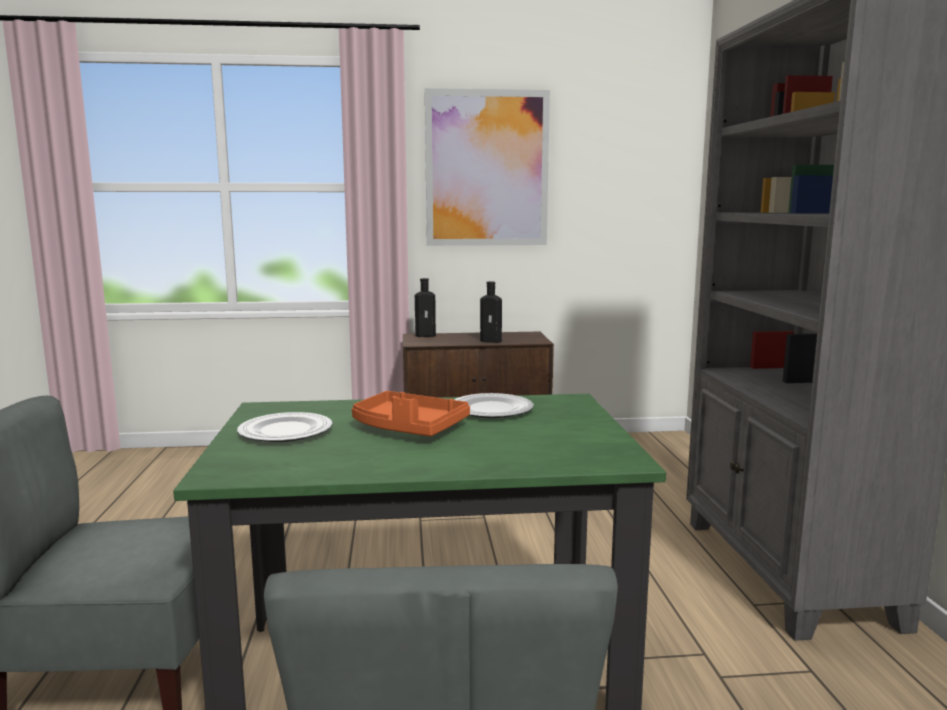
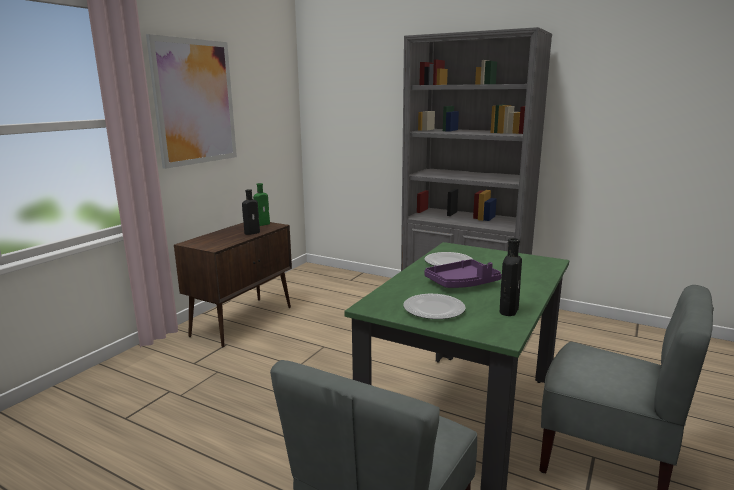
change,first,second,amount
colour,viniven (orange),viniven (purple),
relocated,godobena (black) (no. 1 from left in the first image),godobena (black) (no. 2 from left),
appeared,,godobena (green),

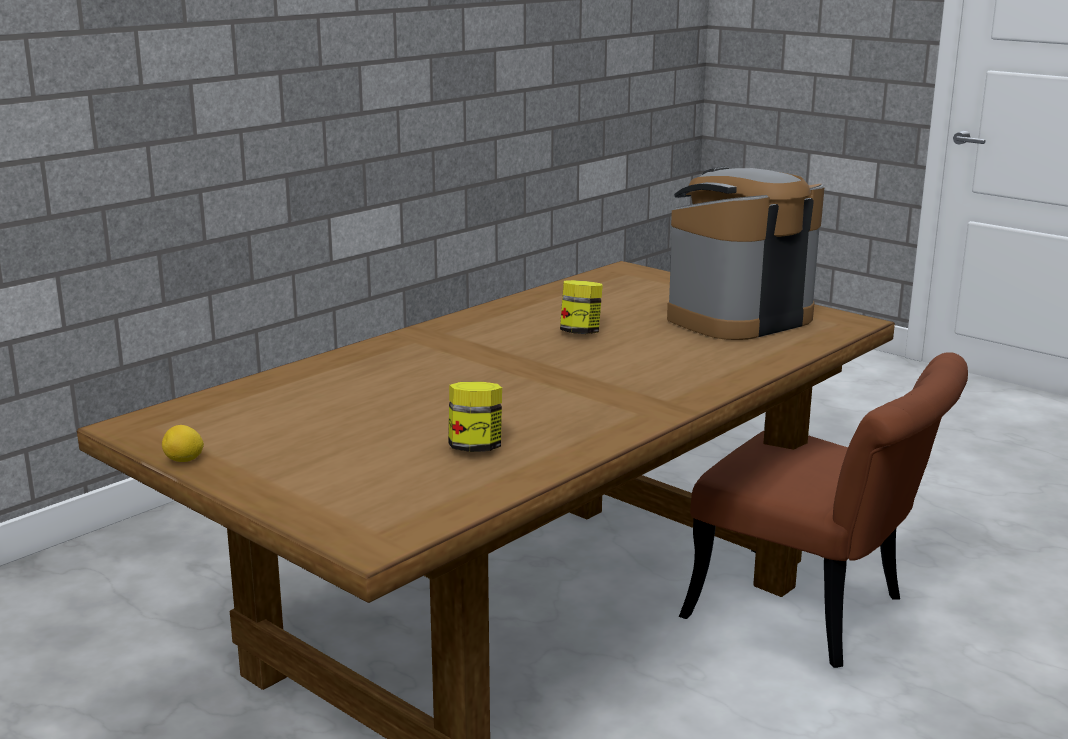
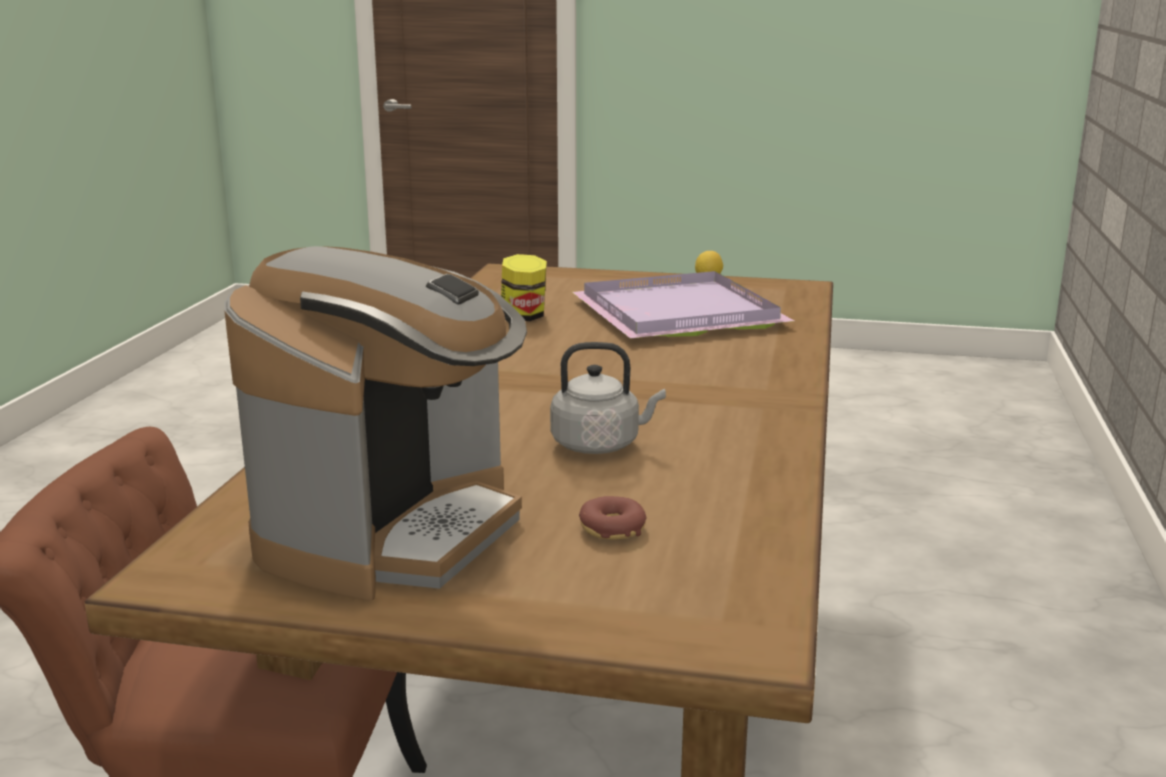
change,first,second,amount
exchanged,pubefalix (no. 2 from left),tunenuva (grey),
appeared,,viniven (purple),
appeared,,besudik,

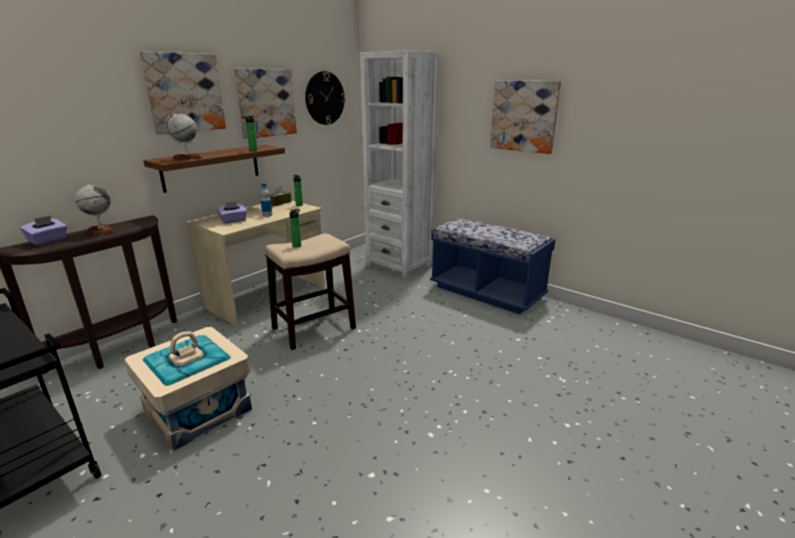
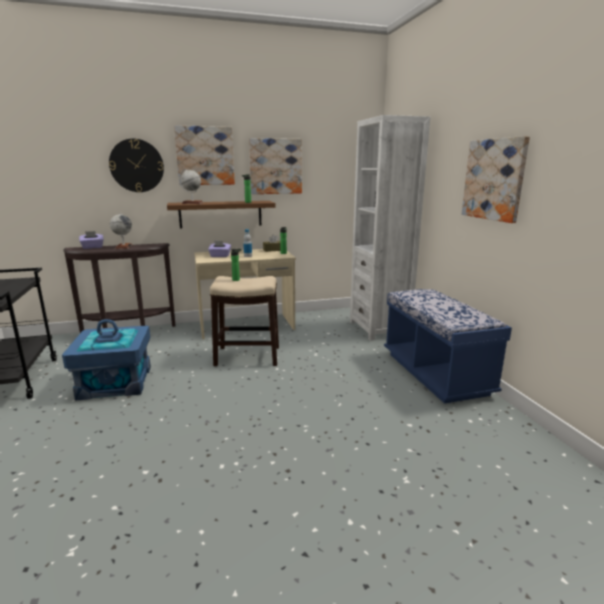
change,first,second,amount
colour,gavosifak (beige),gavosifak (blue),
relocated,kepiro,,

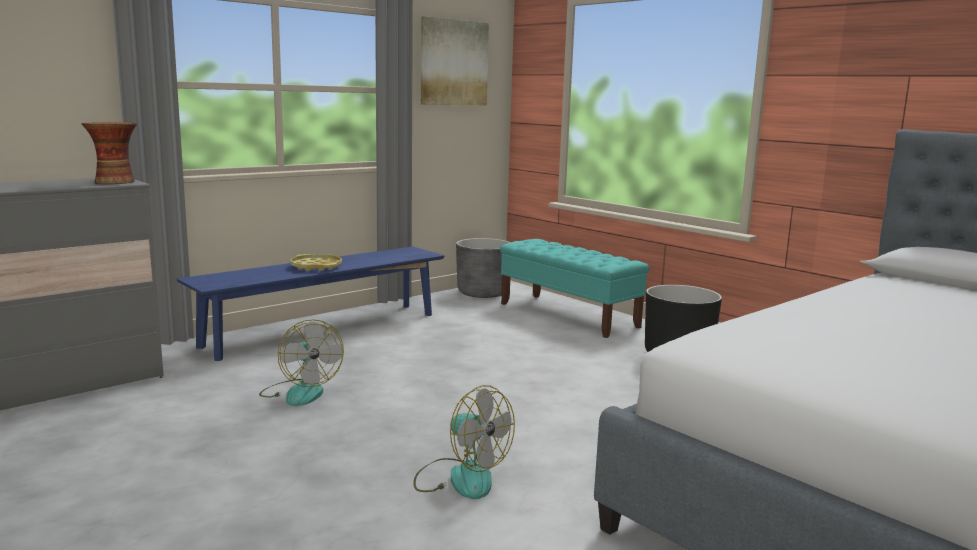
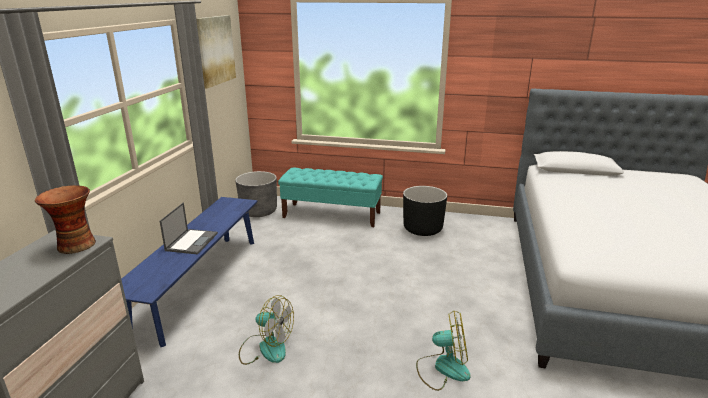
change,first,second,amount
exchanged,viniven (yellow),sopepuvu,

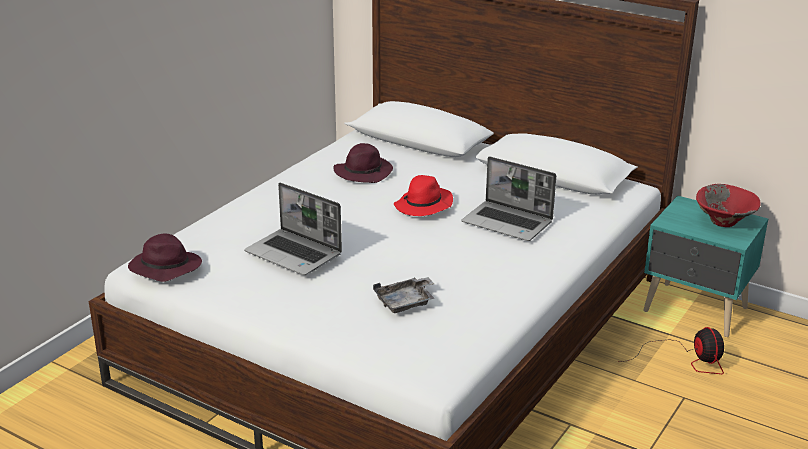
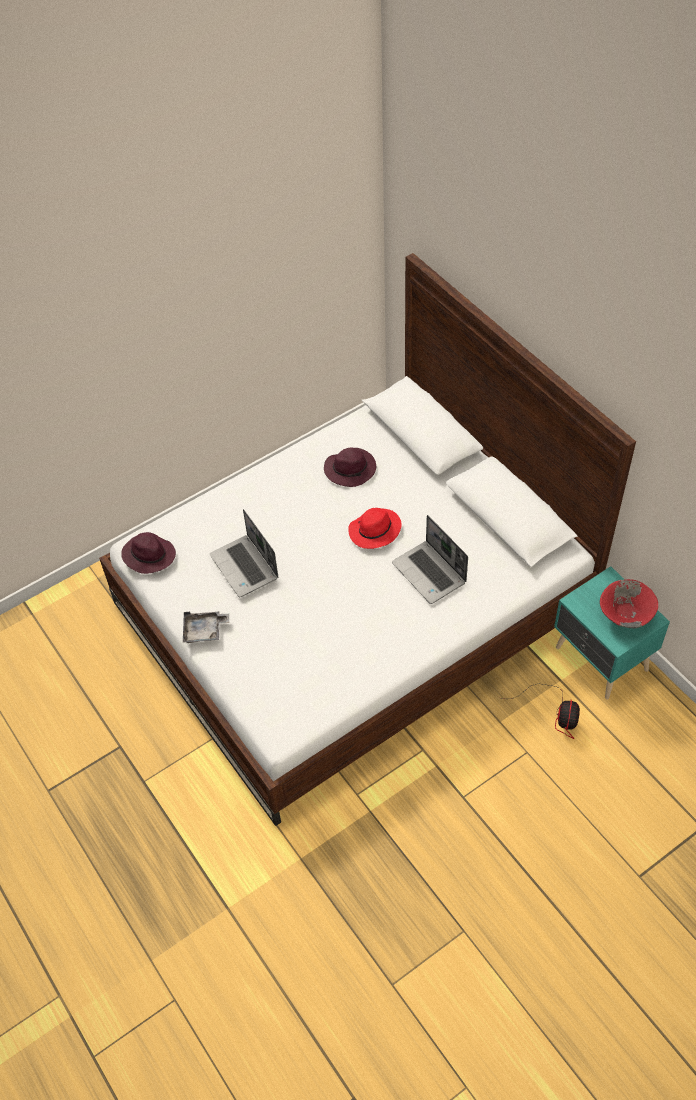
change,first,second,amount
relocated,viniven (grey),,

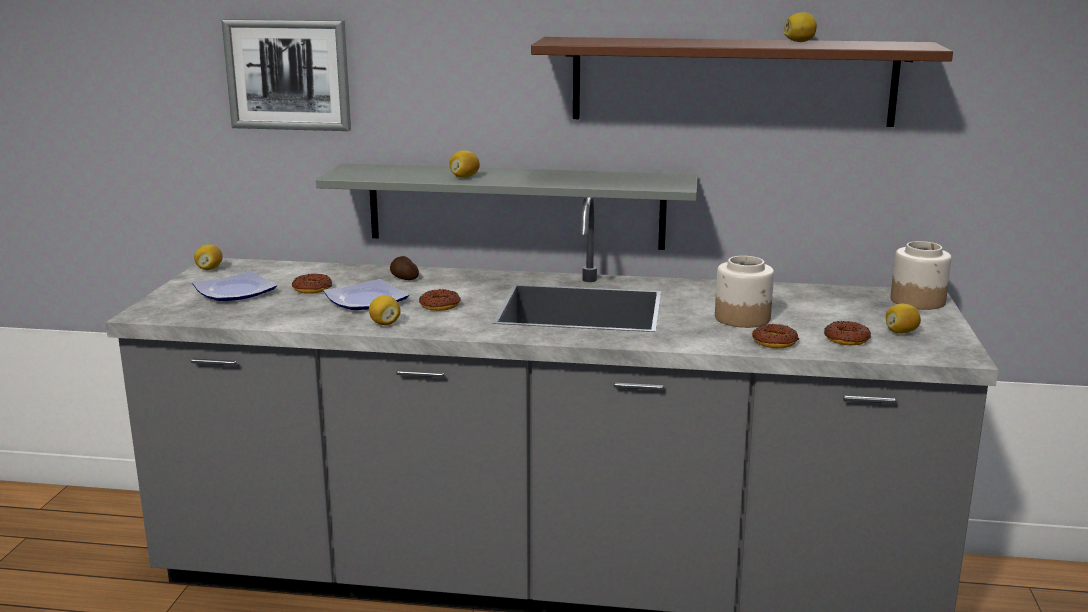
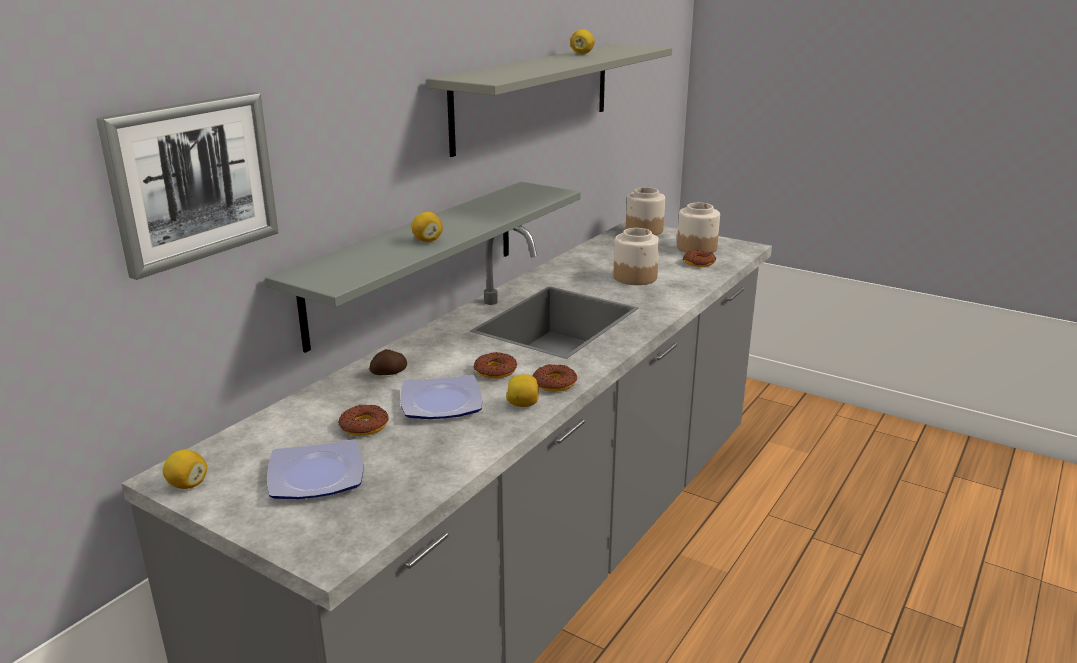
change,first,second,amount
colour,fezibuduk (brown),fezibuduk (grey) (no. 2 from left),
relocated,besudik (no. 3 from left),,
exchanged,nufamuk (no. 5 from left),pubefalix (no. 3 from left),

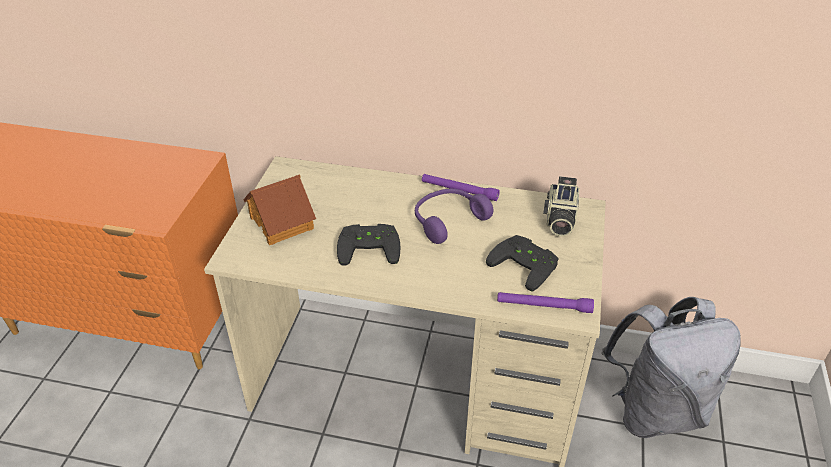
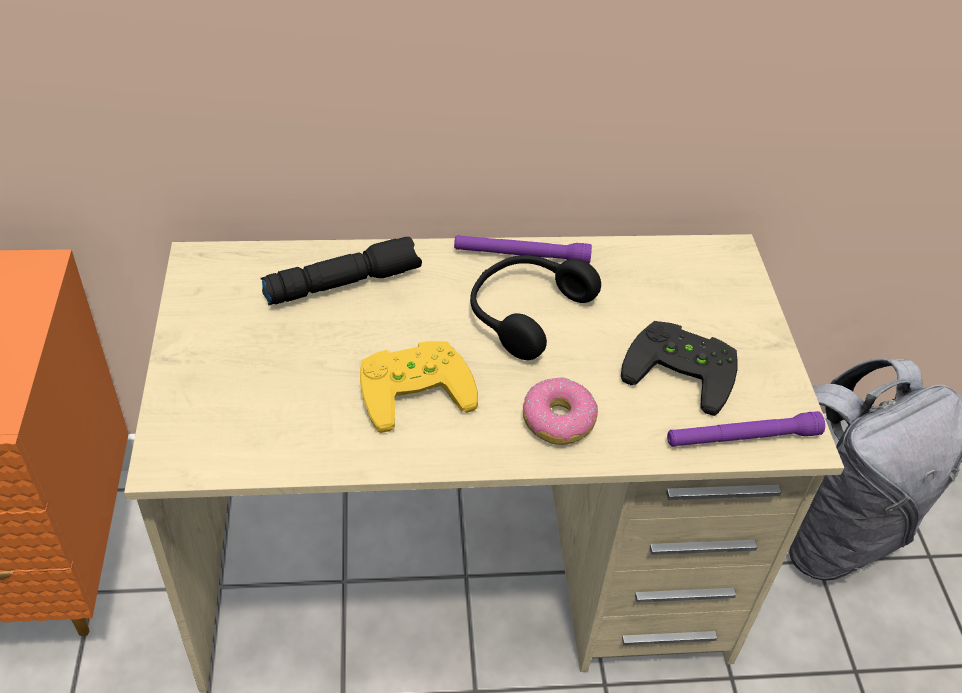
change,first,second,amount
missing,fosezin,,
colour,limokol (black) (no. 1 from left),limokol (yellow),
colour,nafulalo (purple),nafulalo (black),
missing,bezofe,,
appeared,,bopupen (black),
appeared,,besudik,

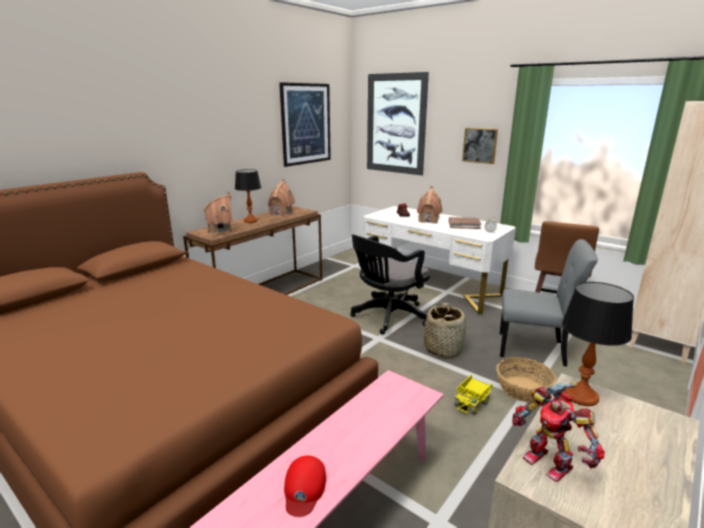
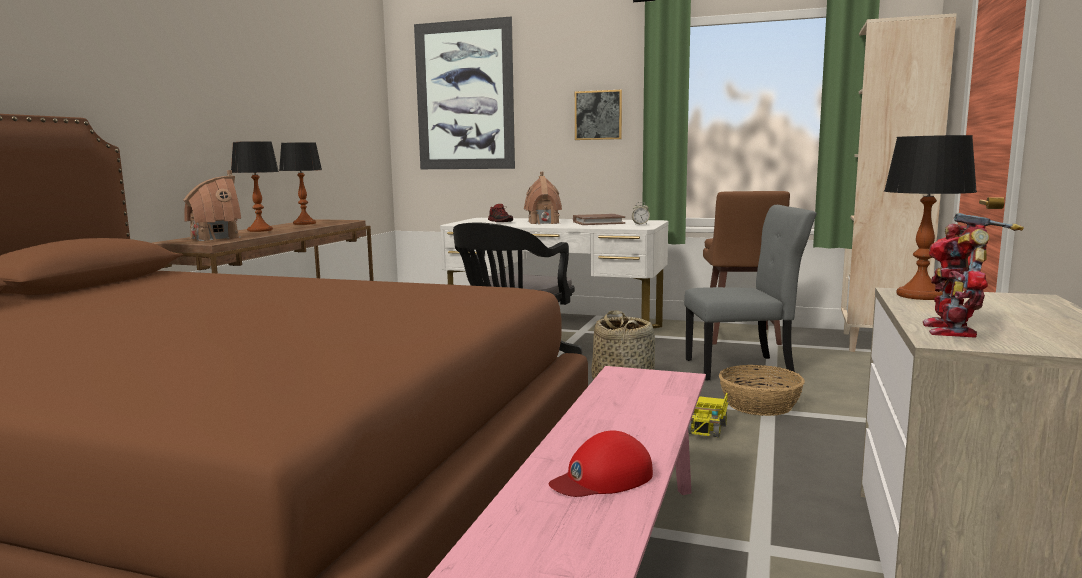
change,first,second,amount
exchanged,fosezin (no. 2 from left),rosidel (no. 2 from left),
missing,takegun (no. 1 from left),,
spun,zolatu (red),,75 degrees clockwise
spun,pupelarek,,75 degrees clockwise

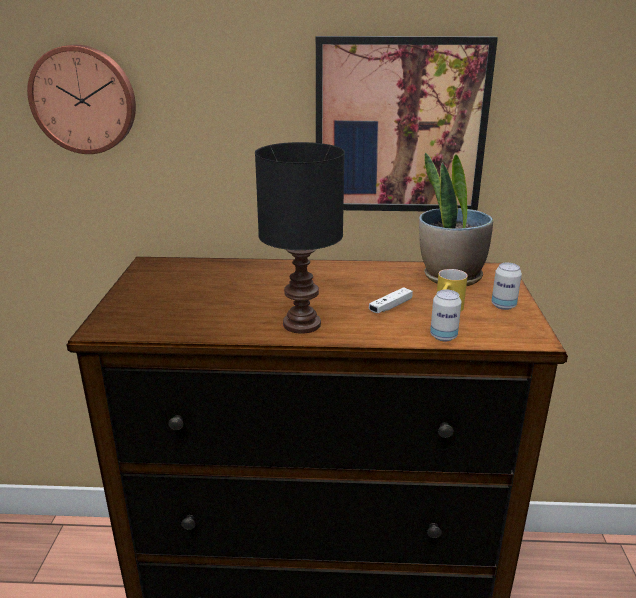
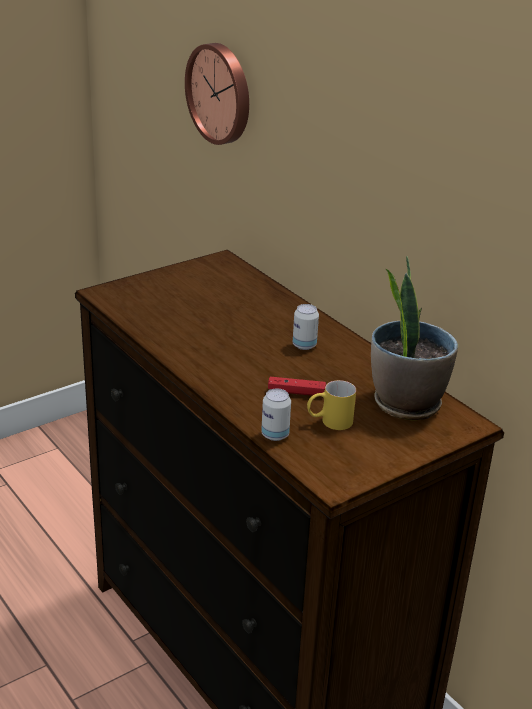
change,first,second,amount
missing,rosidel (black),,
missing,takegun,,
colour,limokol (white),limokol (red),
relocated,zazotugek (no. 2 from left),,

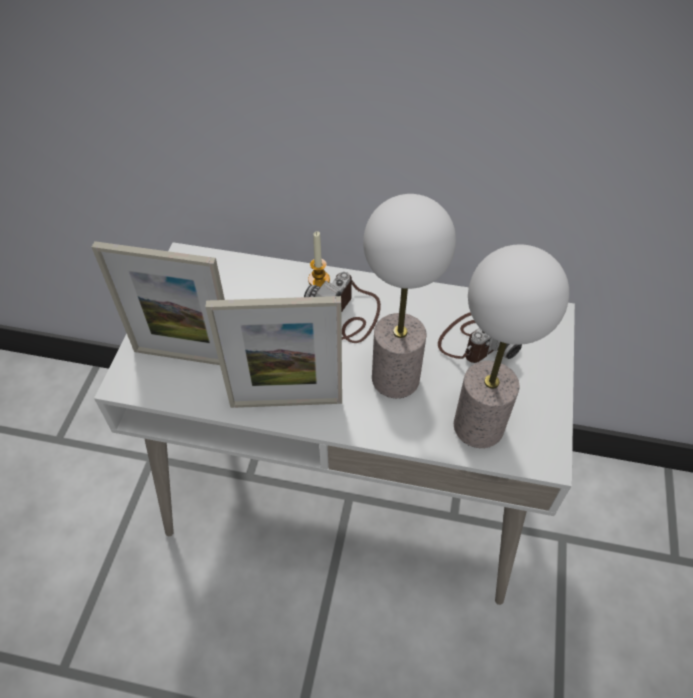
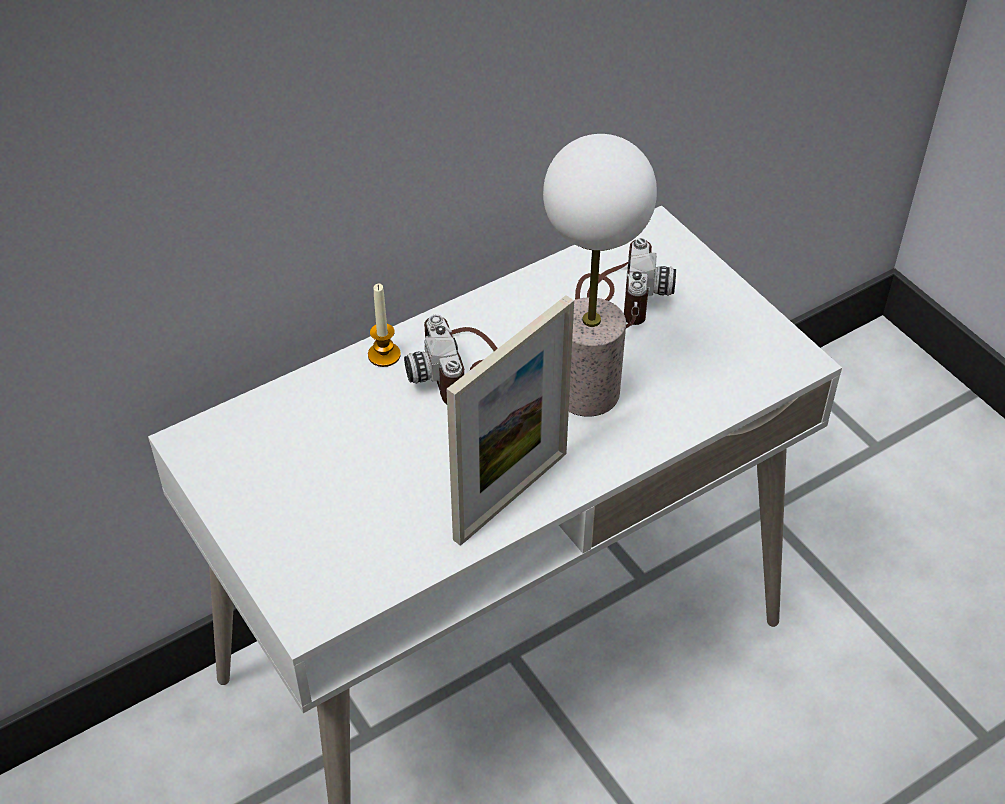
change,first,second,amount
missing,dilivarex (no. 1 from left),,
missing,rosidel (no. 2 from left),,

